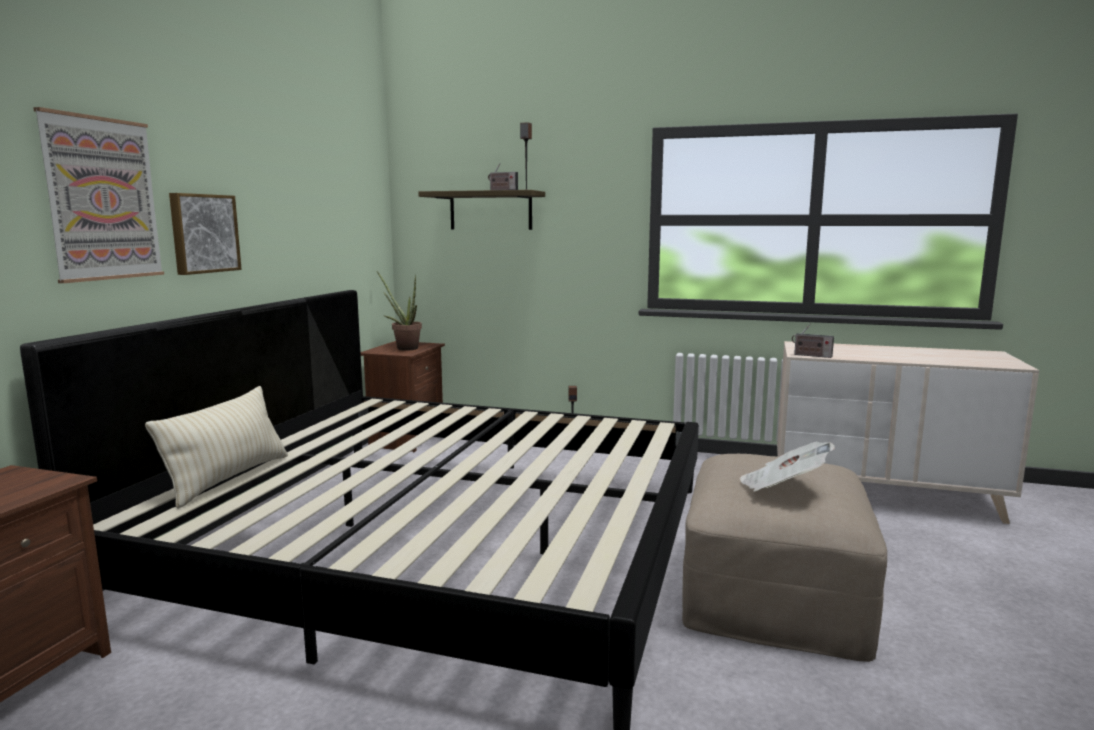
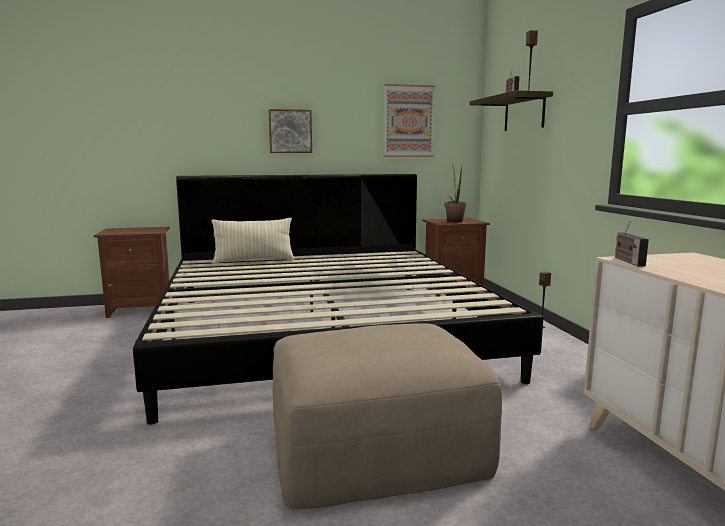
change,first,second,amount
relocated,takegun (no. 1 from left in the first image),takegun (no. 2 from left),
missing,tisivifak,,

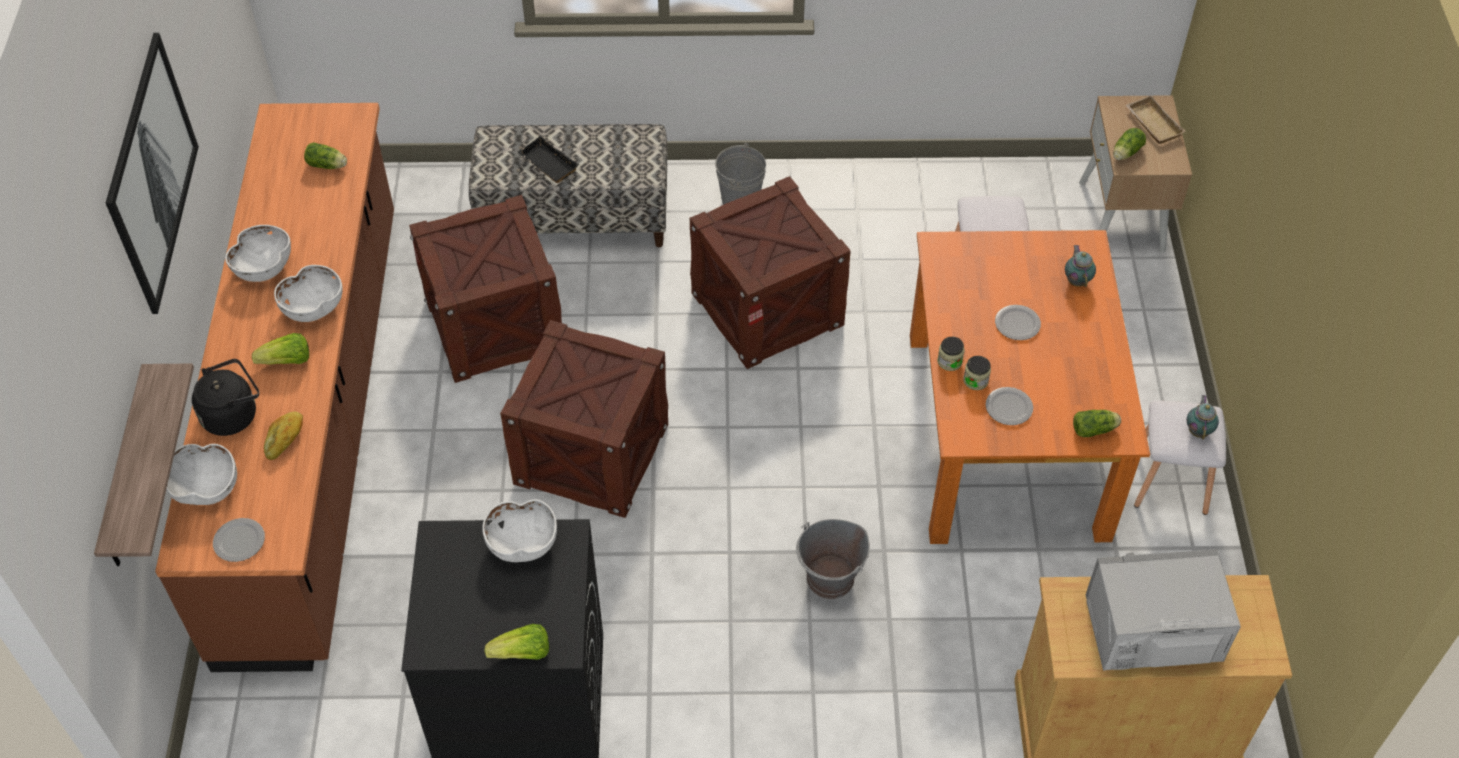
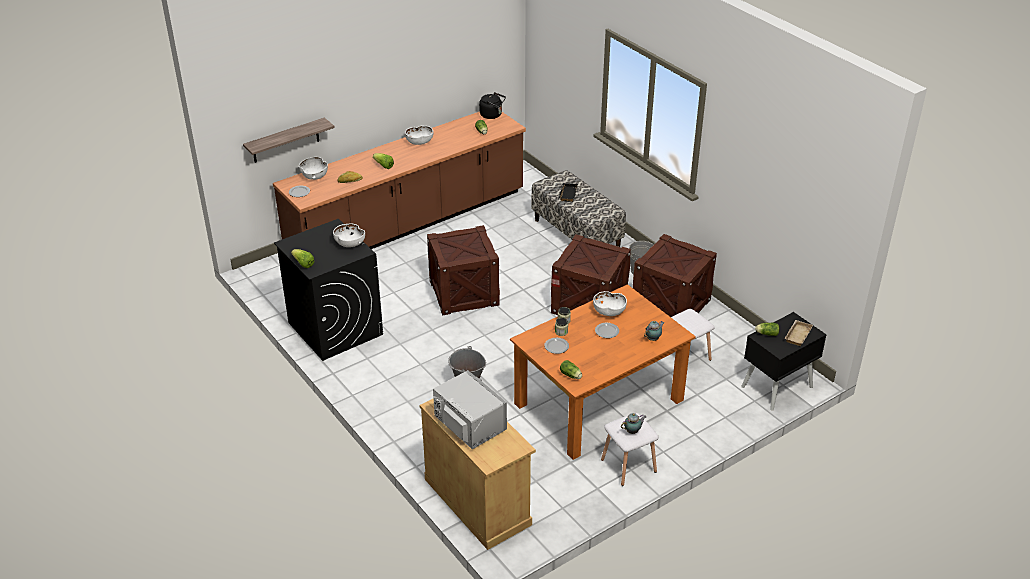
change,first,second,amount
missing,takegun,,
relocated,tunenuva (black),,
relocated,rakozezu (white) (no. 3 from left in the first image),rakozezu (white) (no. 4 from left),
relocated,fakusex (no. 1 from left in the first image),fakusex (no. 3 from left),
colour,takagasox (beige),takagasox (black),

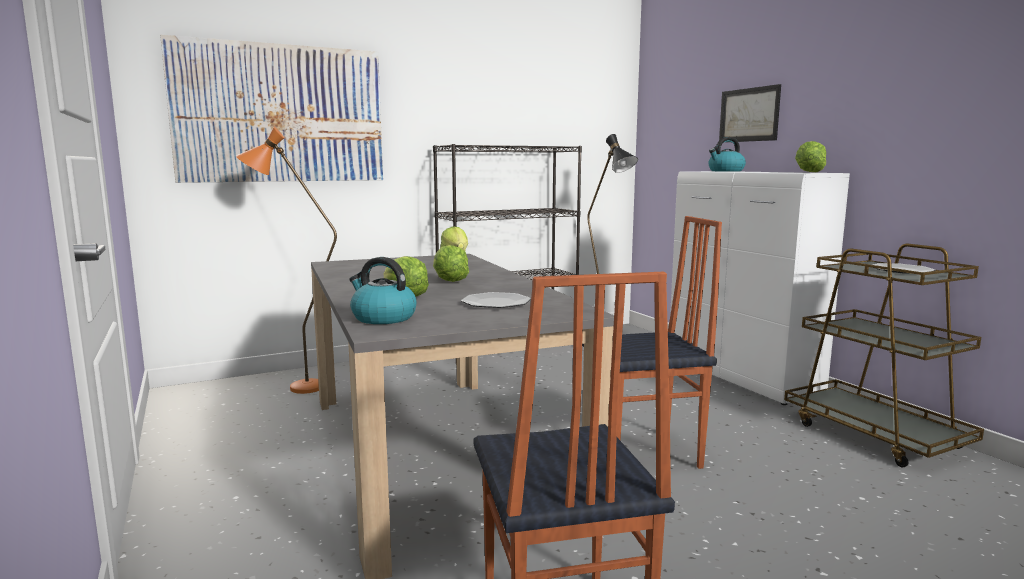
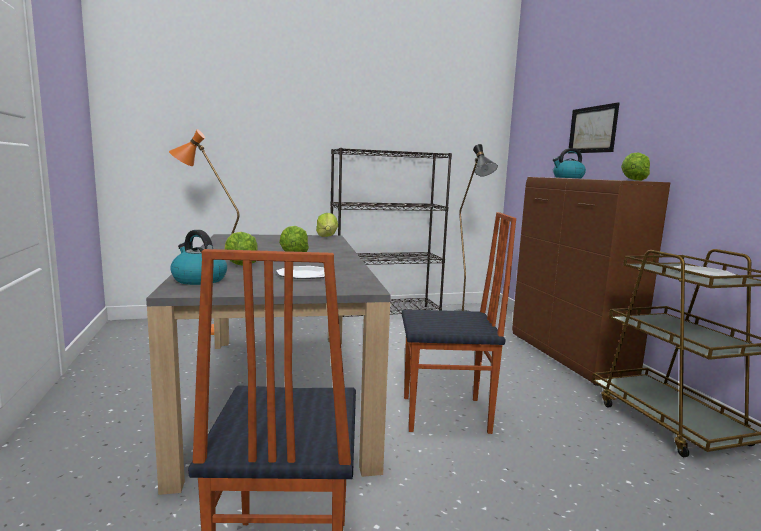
change,first,second,amount
missing,takegun (no. 1 from left),,
colour,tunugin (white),tunugin (brown),

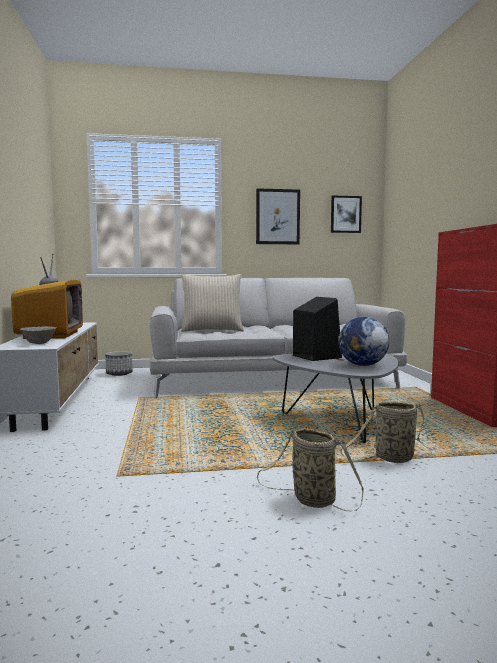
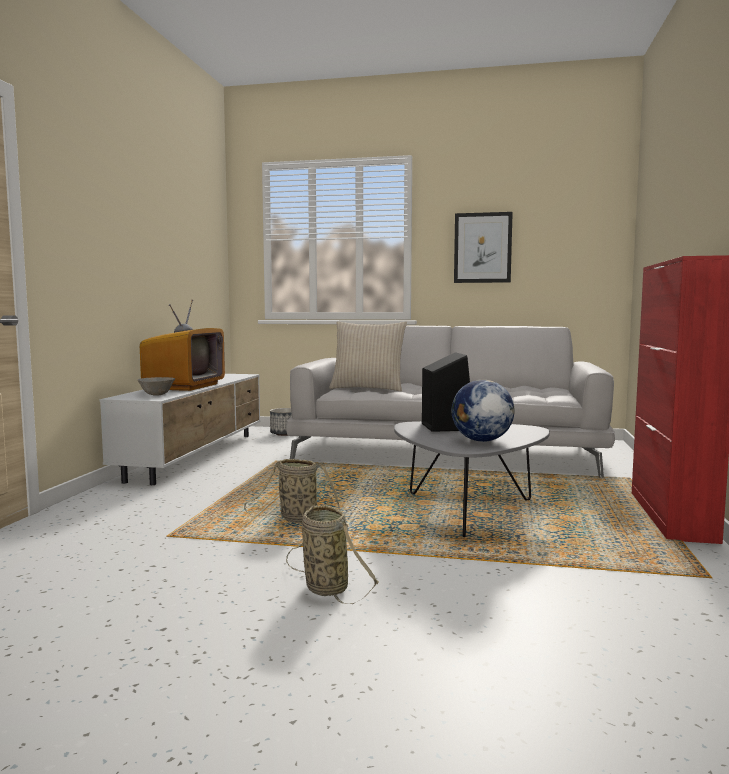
change,first,second,amount
missing,takegun (no. 2 from left),,
relocated,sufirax (no. 2 from left in the first image),sufirax (no. 1 from left),

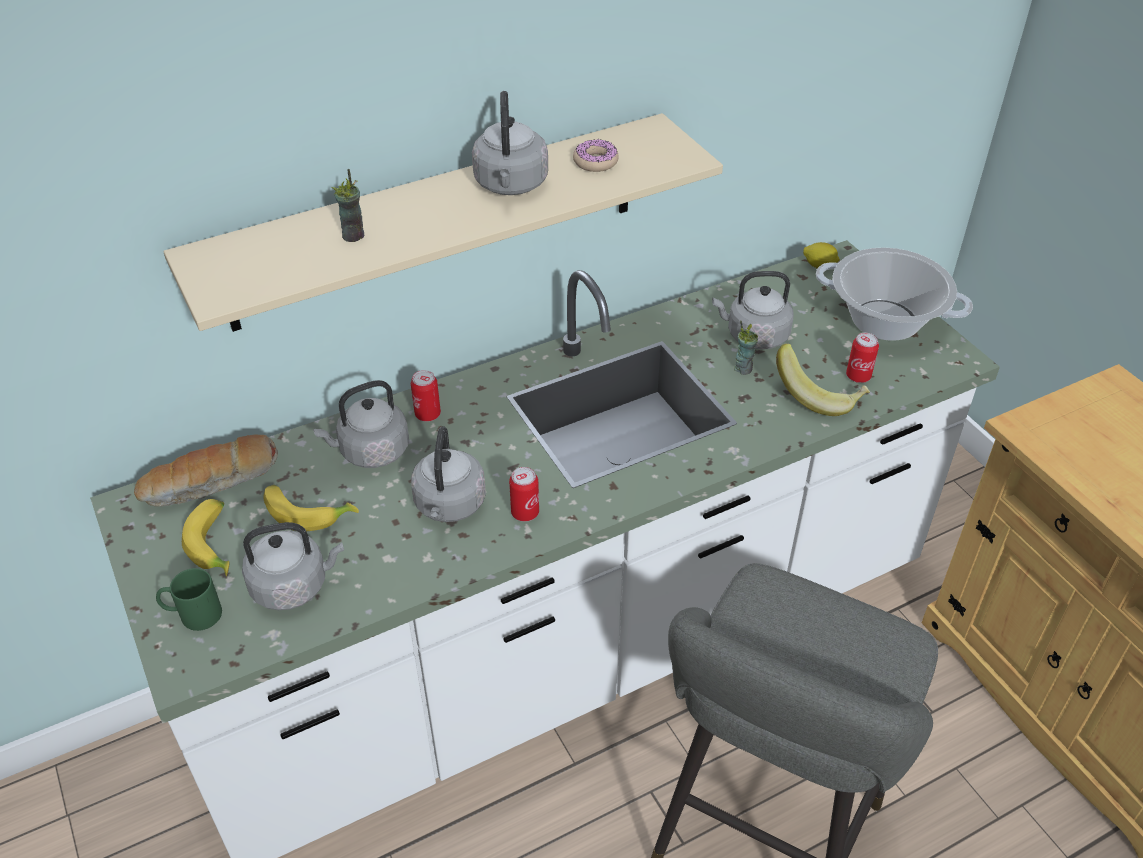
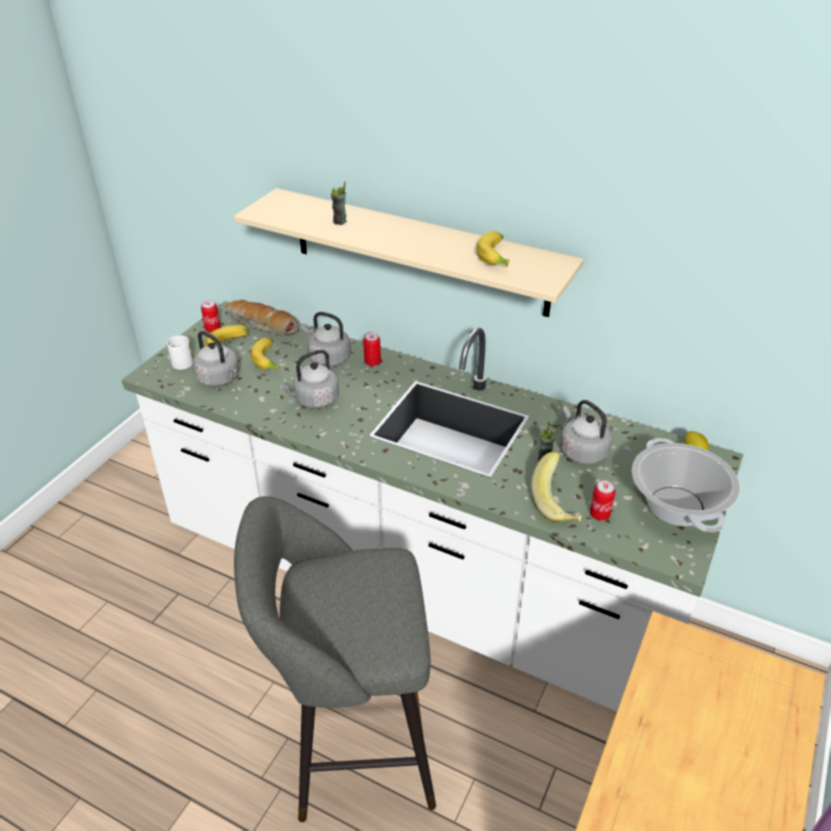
change,first,second,amount
colour,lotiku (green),lotiku (white),
missing,tunenuva (grey) (no. 4 from left),,
relocated,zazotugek (no. 2 from left in the first image),zazotugek (no. 1 from left),
exchanged,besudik,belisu (no. 3 from left),

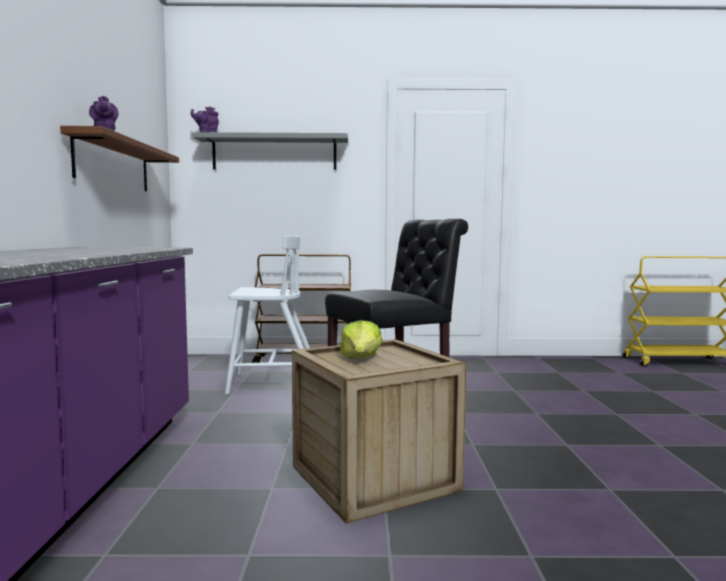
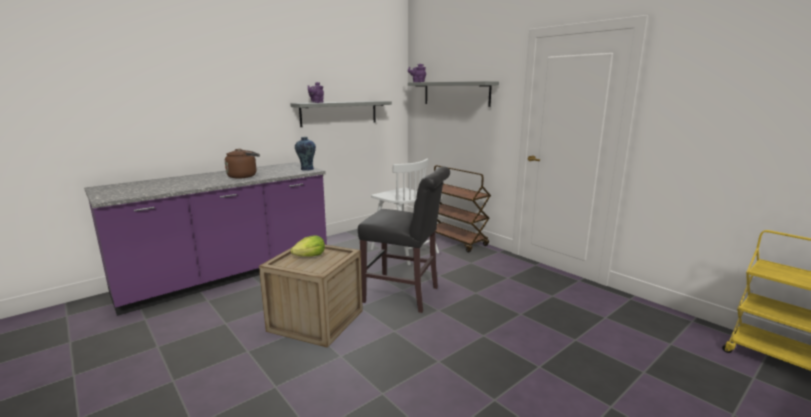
change,first,second,amount
colour,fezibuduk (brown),fezibuduk (grey) (no. 1 from left),
appeared,,tunenuva (brown),
appeared,,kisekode,

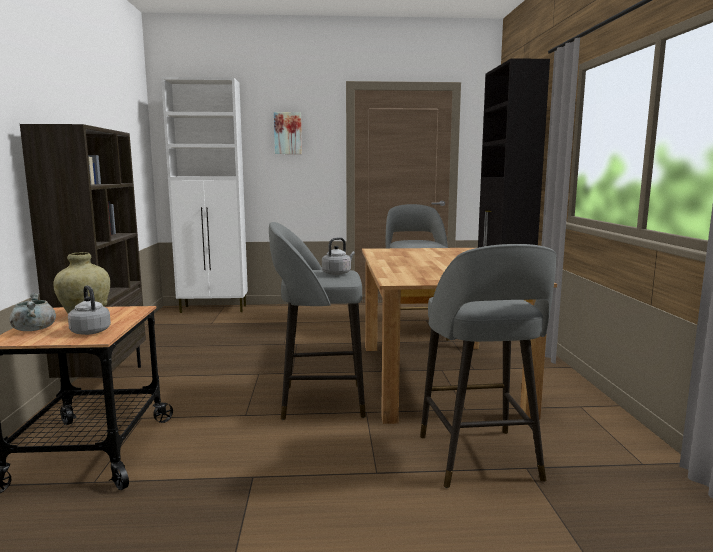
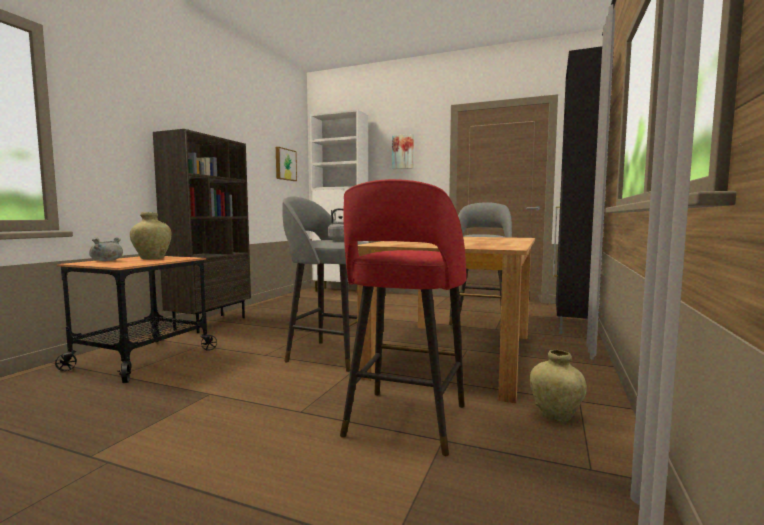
change,first,second,amount
missing,tunenuva (grey) (no. 1 from left),,
colour,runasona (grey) (no. 3 from left),runasona (red),
appeared,,takegun (no. 1 from left),
appeared,,kisekode (beige) (no. 2 from left),

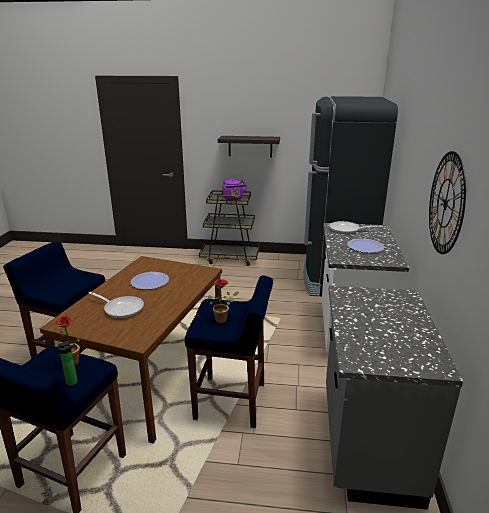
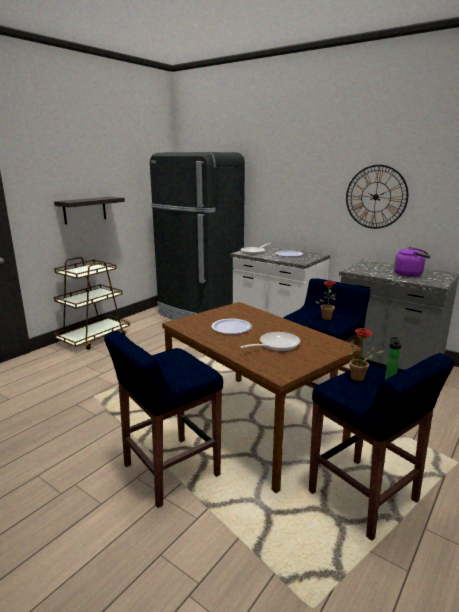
change,first,second,amount
relocated,tunenuva (purple),,

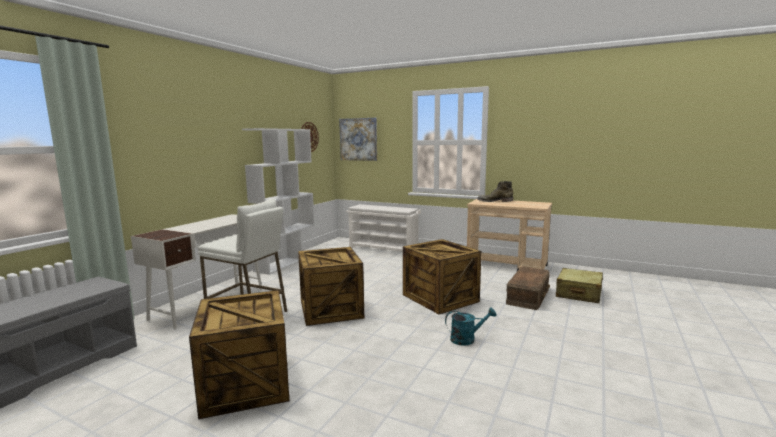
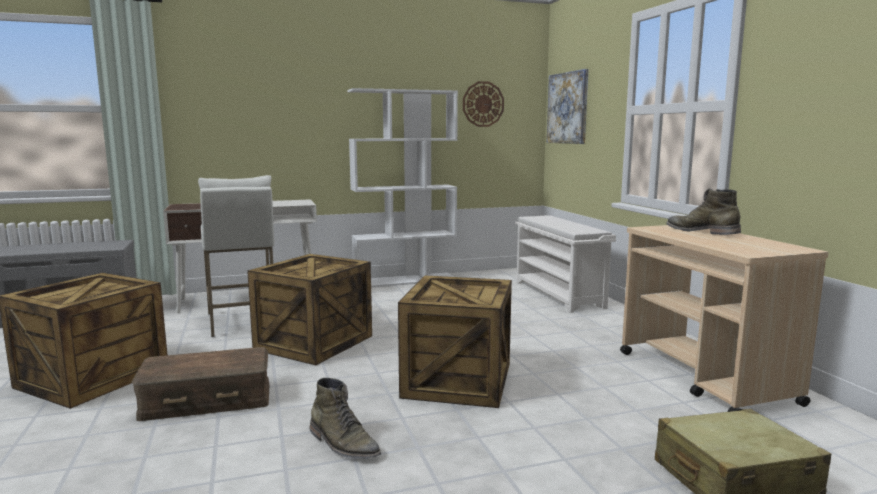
change,first,second,amount
exchanged,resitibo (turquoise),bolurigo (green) (no. 1 from left),
relocated,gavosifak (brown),,

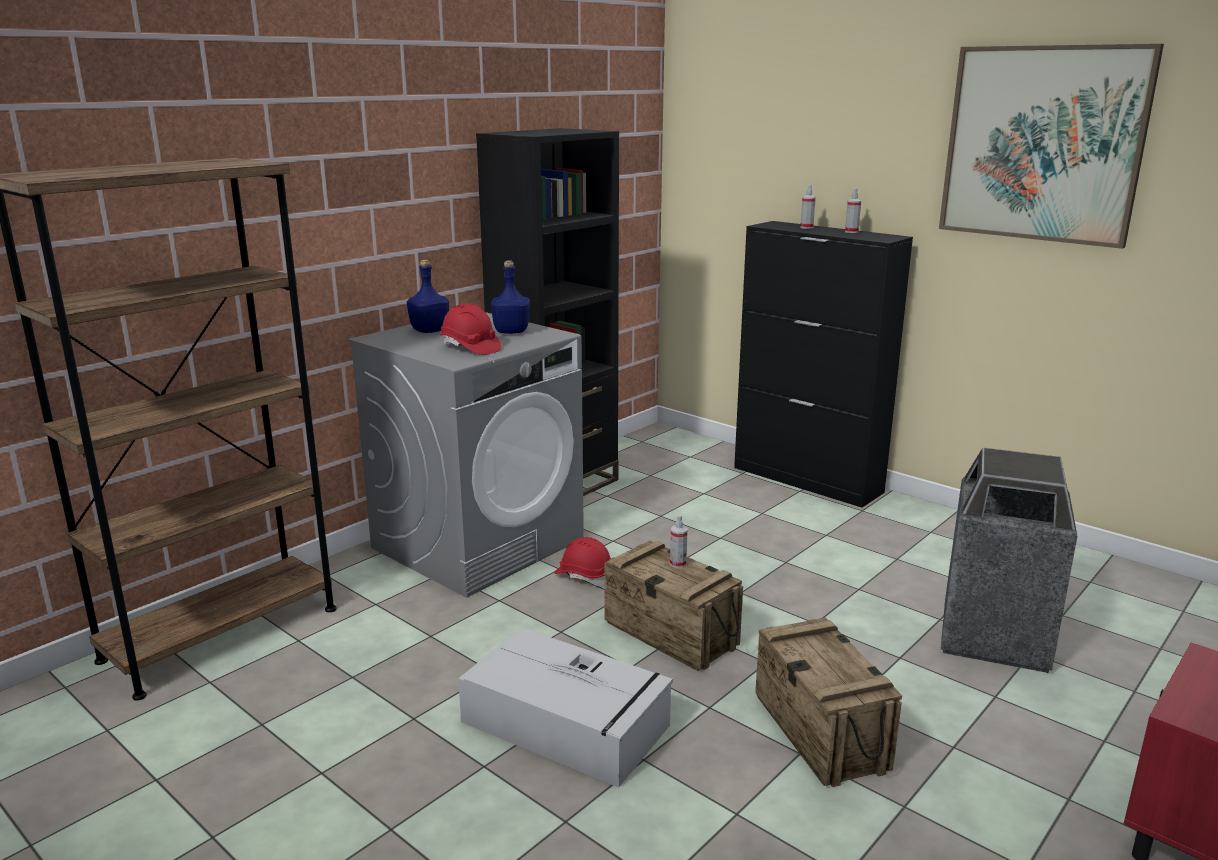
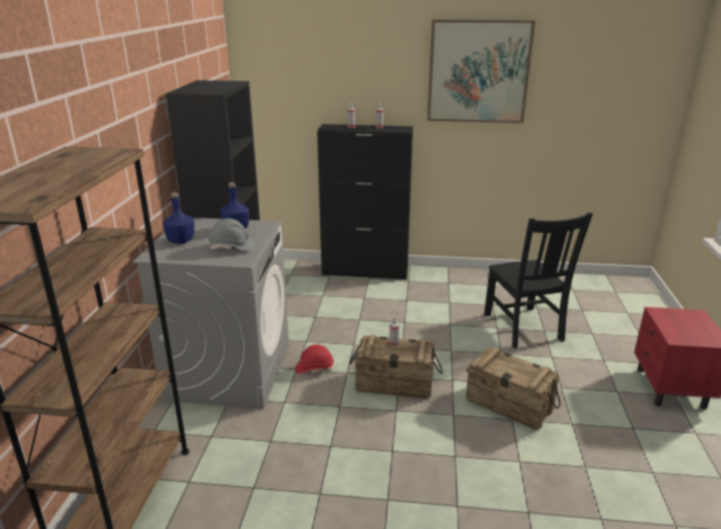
change,first,second,amount
colour,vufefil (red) (no. 1 from left),vufefil (grey),
missing,gavosifak (grey),,
exchanged,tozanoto,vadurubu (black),

